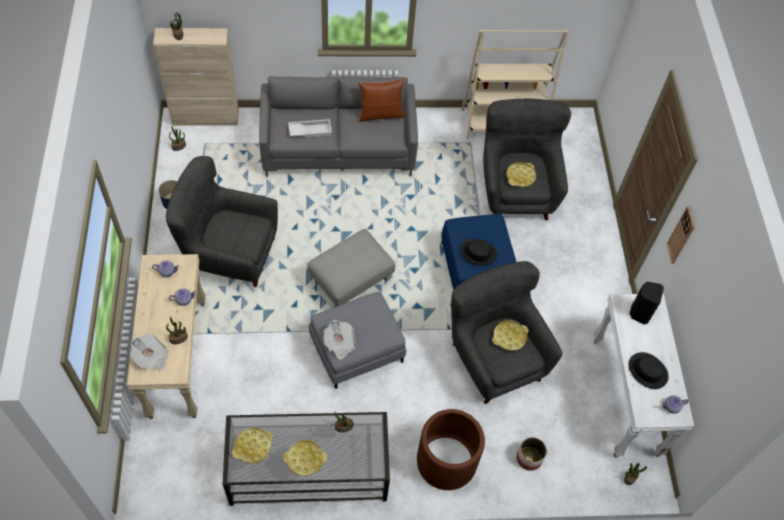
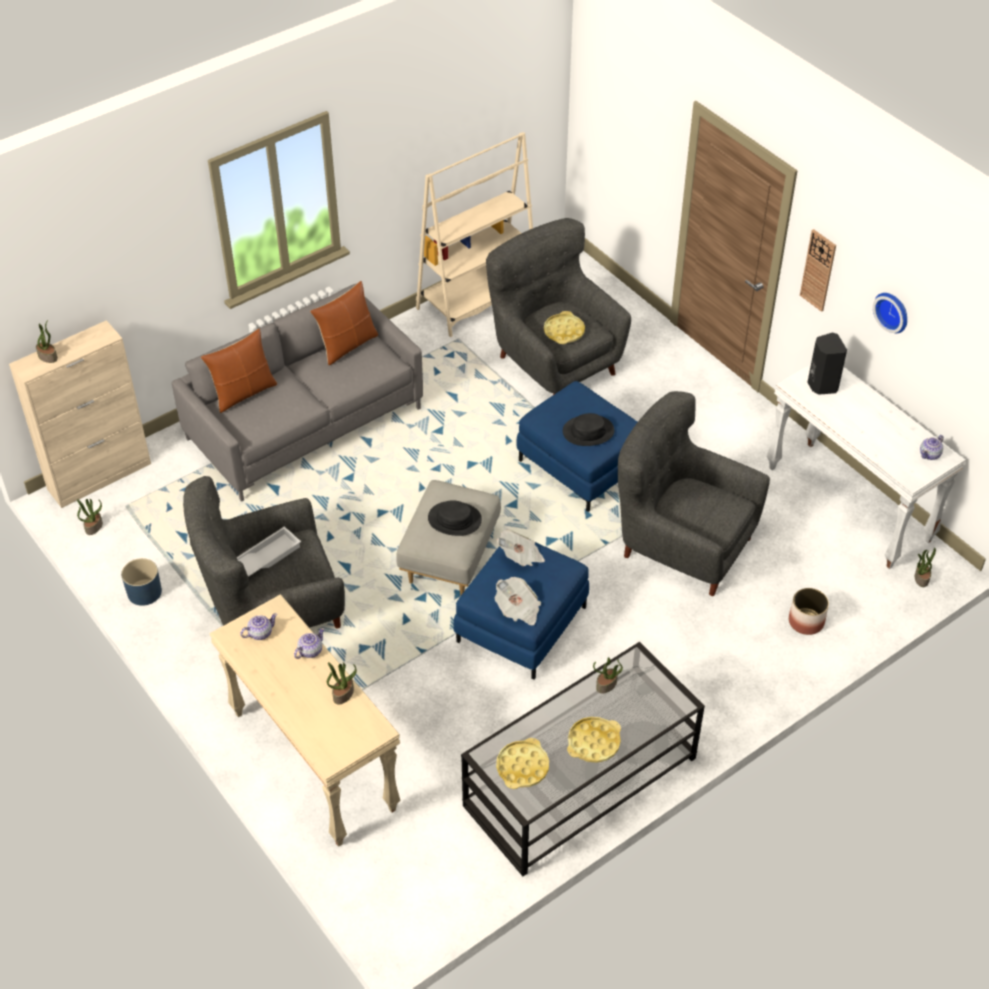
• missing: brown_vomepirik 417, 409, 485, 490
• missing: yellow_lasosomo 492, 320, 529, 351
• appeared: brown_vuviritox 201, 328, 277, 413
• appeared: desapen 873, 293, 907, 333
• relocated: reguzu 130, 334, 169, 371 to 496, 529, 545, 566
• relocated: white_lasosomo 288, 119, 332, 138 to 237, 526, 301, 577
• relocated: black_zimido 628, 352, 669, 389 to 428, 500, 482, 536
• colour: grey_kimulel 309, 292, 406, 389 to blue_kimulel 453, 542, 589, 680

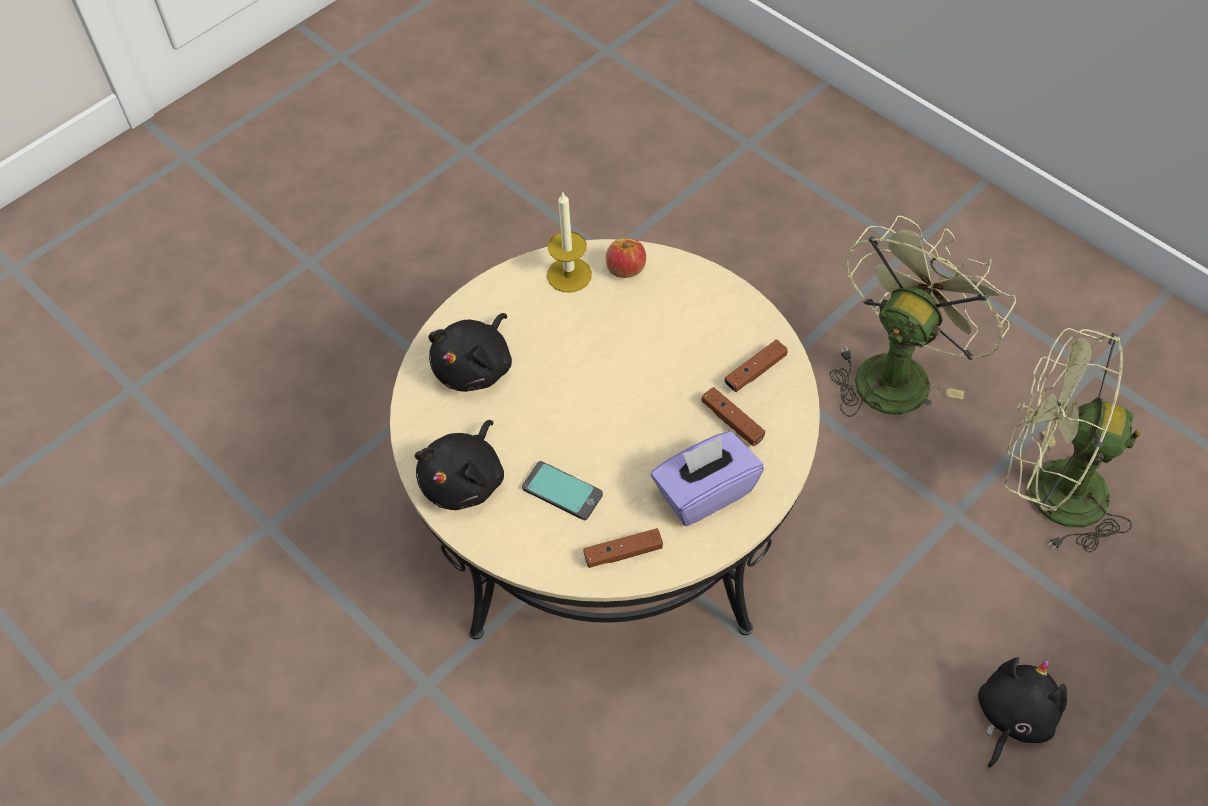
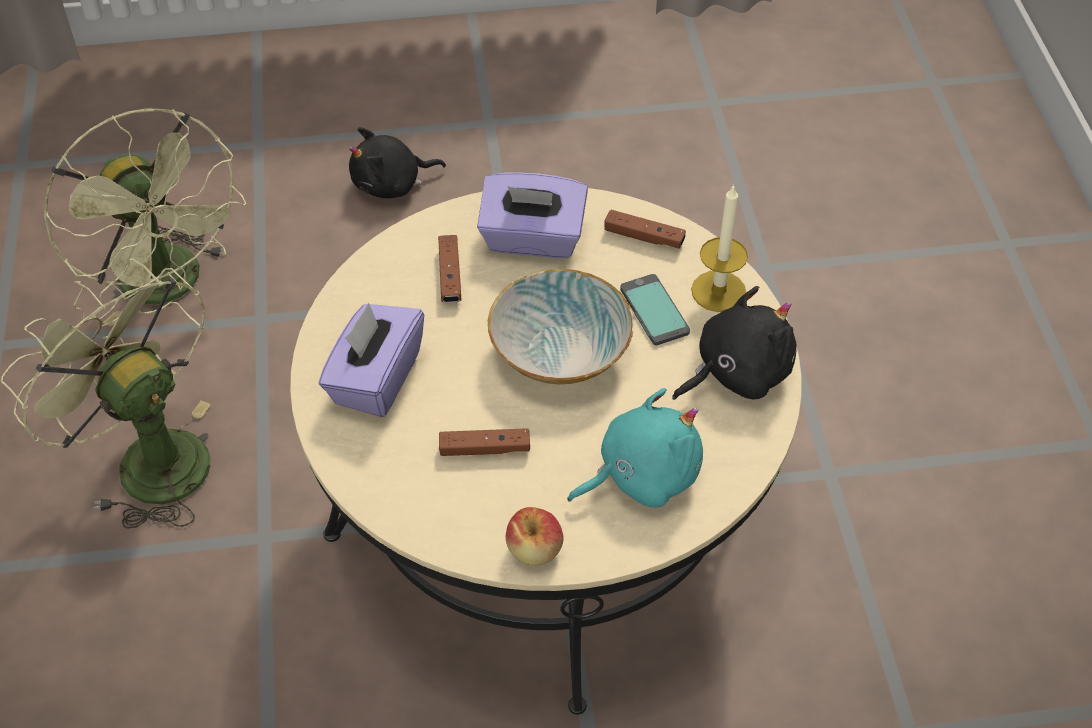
• appeared: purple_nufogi 319, 303, 424, 417
• appeared: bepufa 488, 269, 634, 384
• relocated: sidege 547, 193, 592, 293 to 691, 184, 748, 312
• relocated: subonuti 606, 238, 646, 278 to 506, 507, 564, 566
• relocated: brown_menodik 724, 340, 788, 392 to 439, 428, 530, 456
• colour: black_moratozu 429, 313, 512, 392 to turquoise_moratozu 568, 388, 703, 508
• spun: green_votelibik 829, 216, 1016, 417 = 1, 258, 211, 529 60 degrees clockwise

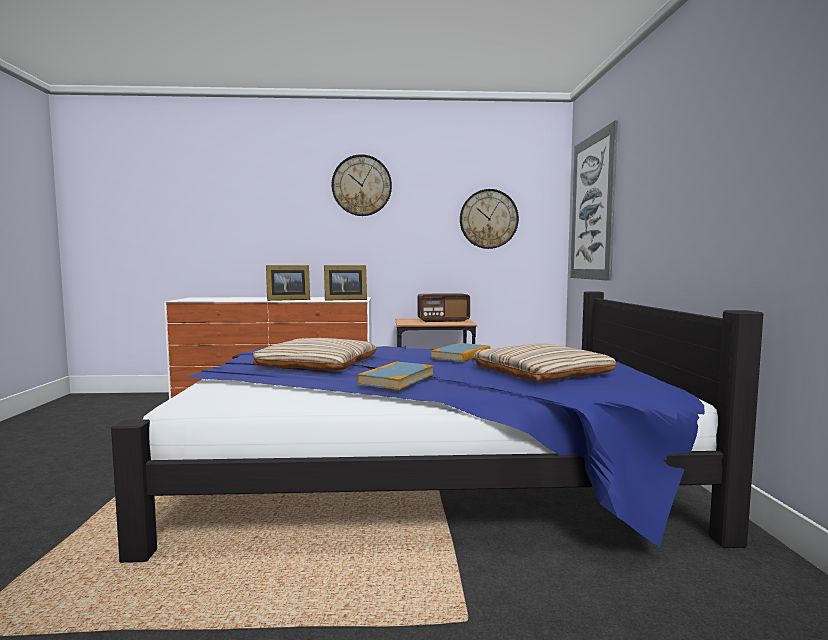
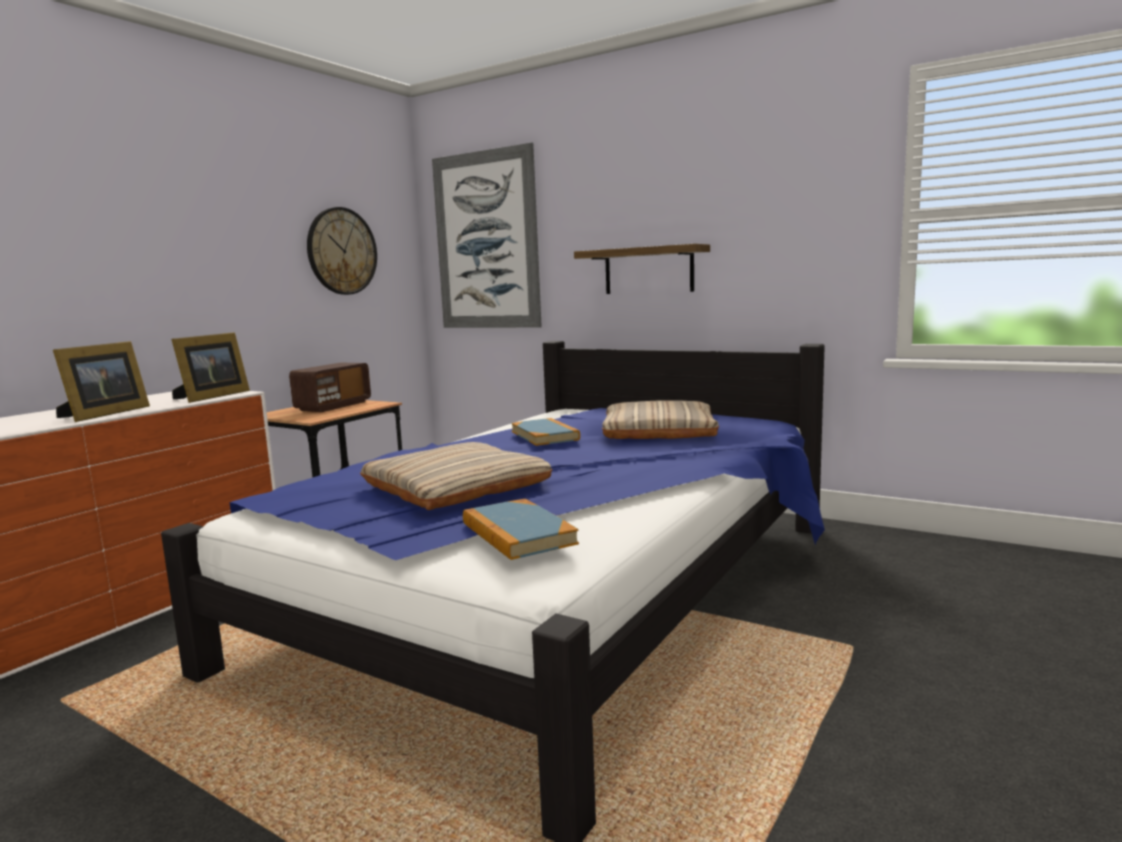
• missing: desapen 332, 154, 392, 216
• appeared: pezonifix 574, 244, 710, 294
• relocated: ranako 357, 362, 434, 390 to 463, 499, 579, 560

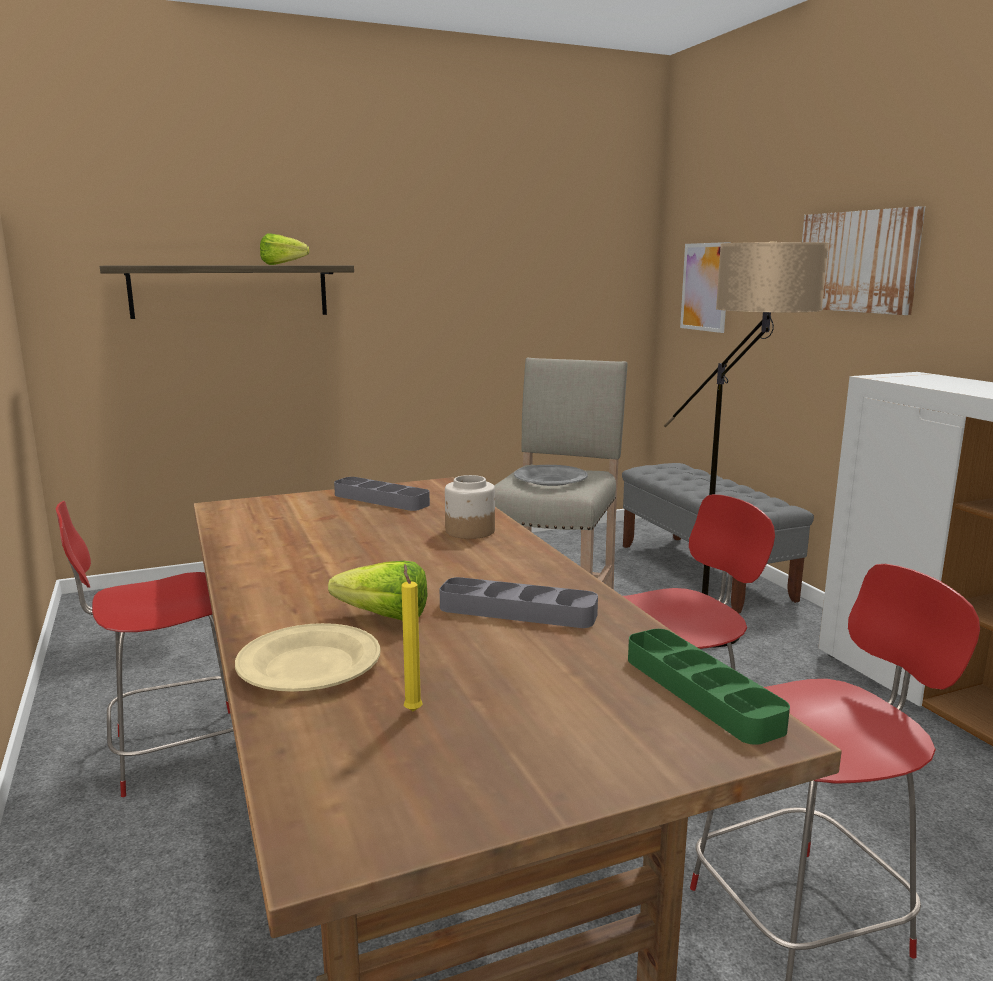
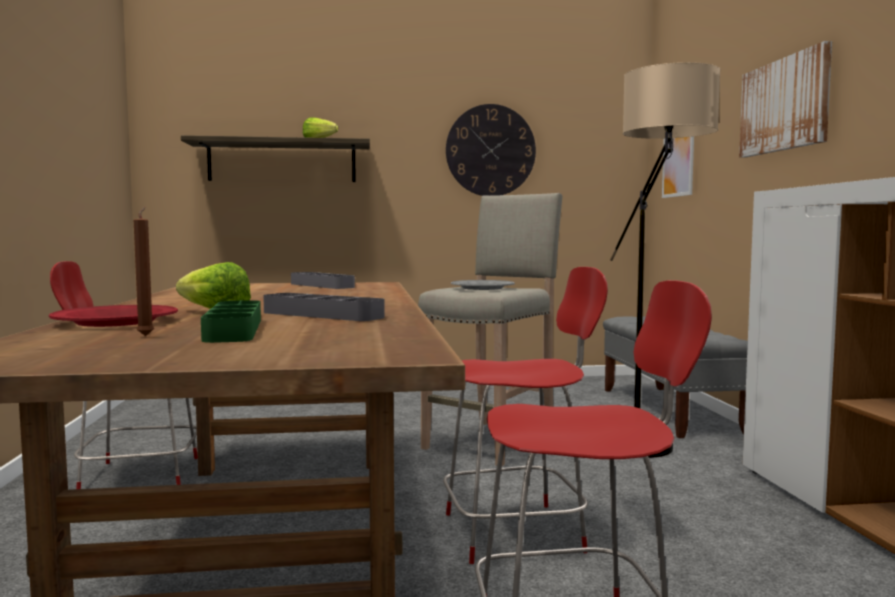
• missing: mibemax 445, 475, 495, 539
• appeared: desapen 446, 104, 536, 196
• relocated: green_lasosomo 628, 629, 790, 745 to 201, 300, 261, 343
• colour: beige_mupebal 235, 623, 381, 692 to red_mupebal 49, 305, 178, 327
• colour: yellow_sidege 401, 564, 422, 712 to brown_sidege 134, 207, 154, 336

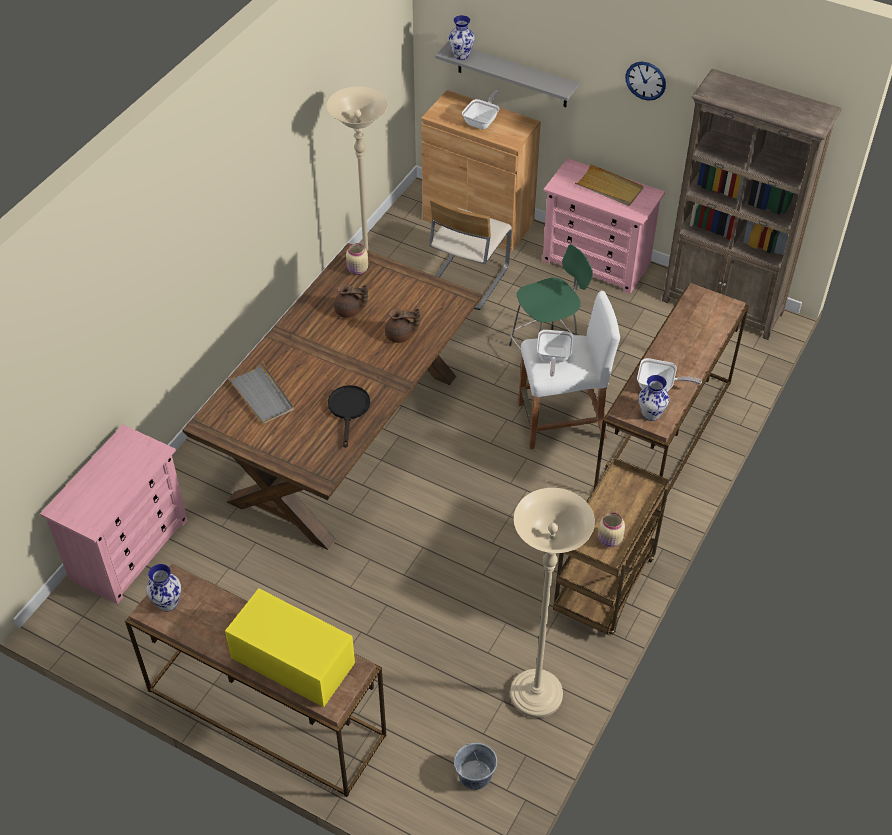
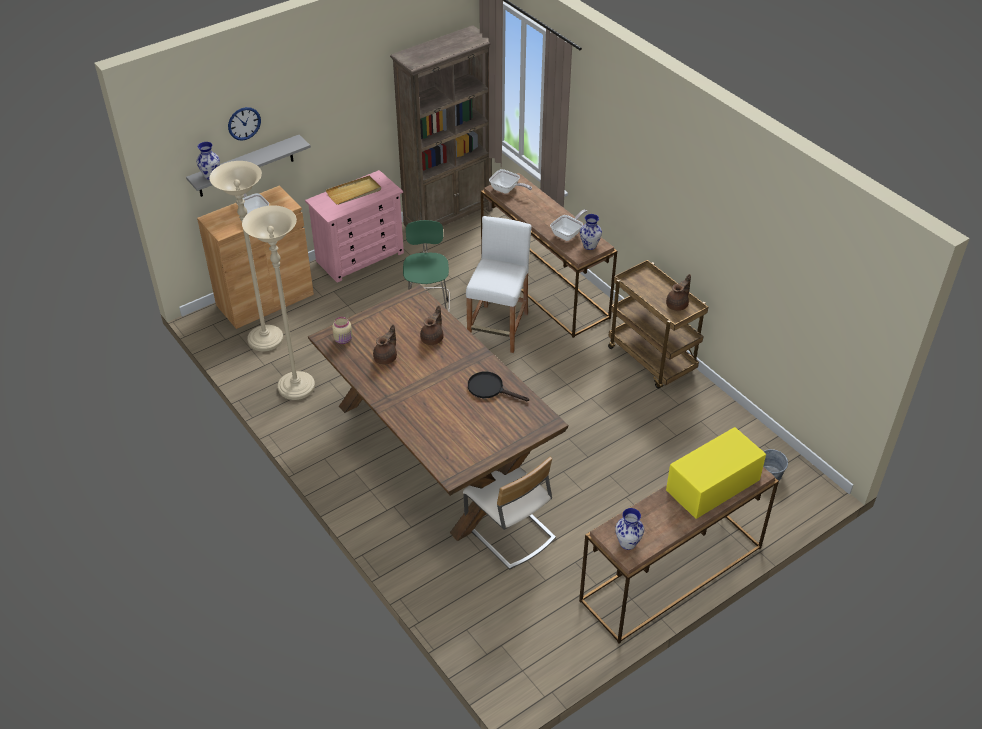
• missing: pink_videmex 40, 425, 188, 604
• missing: grey_lasosomo 227, 362, 294, 424
• relocated: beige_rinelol 429, 198, 512, 310 to 463, 457, 556, 569
• relocated: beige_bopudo 510, 488, 595, 718 to 209, 161, 283, 352
• relocated: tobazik 537, 330, 573, 377 to 489, 169, 532, 194
• relocated: desapen 625, 62, 666, 101 to 228, 107, 261, 141
• exchanged: beige_mibemax 598, 512, 625, 547 to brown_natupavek 666, 274, 691, 311

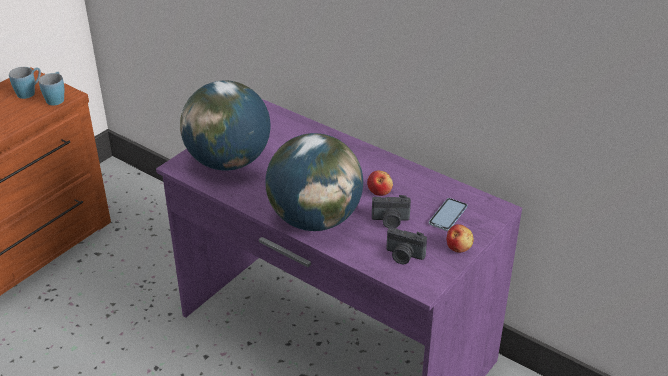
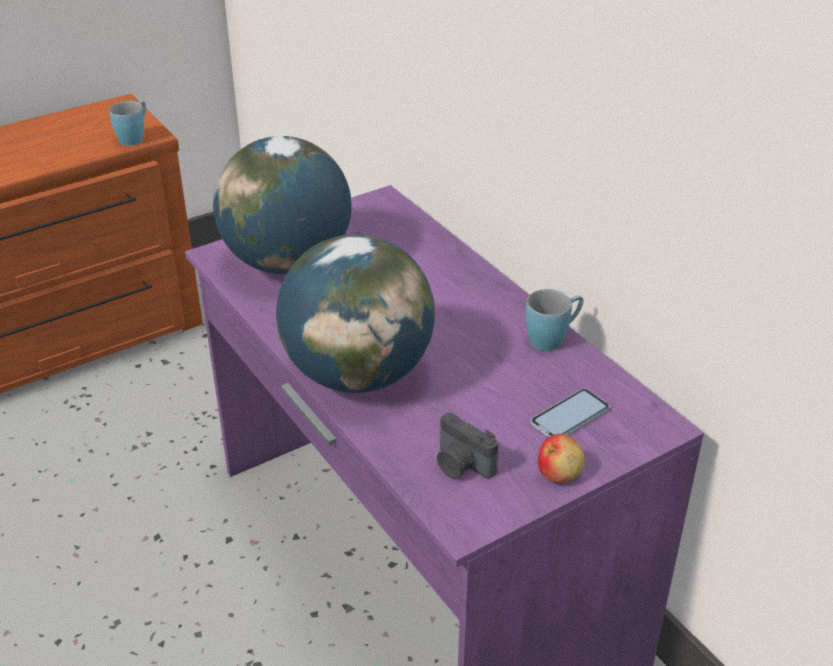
• missing: subonuti 367, 171, 393, 196
• missing: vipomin 372, 195, 411, 228
• relocated: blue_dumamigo 9, 67, 41, 99 to 526, 289, 584, 351

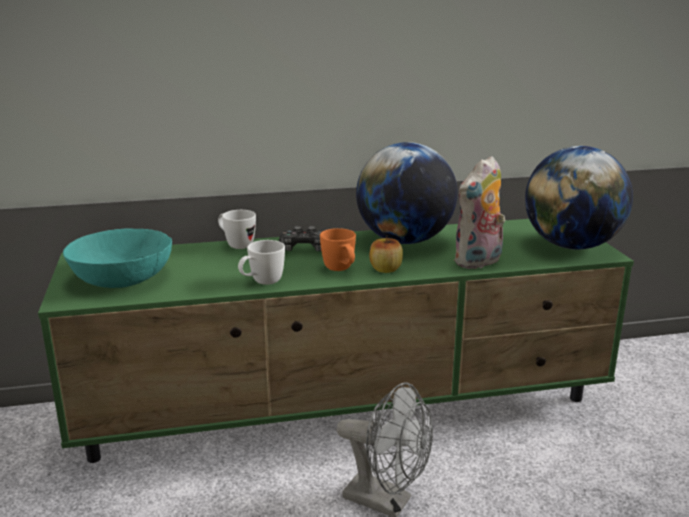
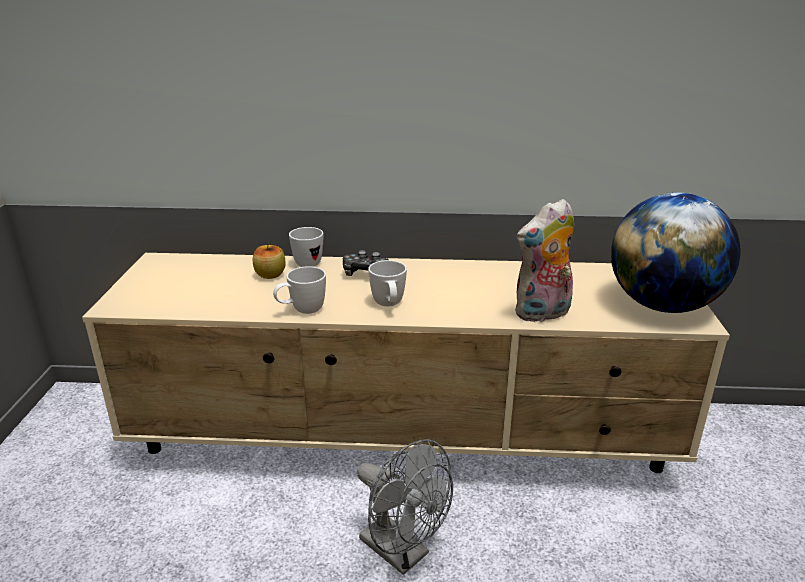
• missing: turquoise_bepufa 63, 228, 172, 288
• missing: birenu 356, 142, 458, 244
• relocated: subonuti 370, 236, 403, 273 to 253, 242, 286, 279
• colour: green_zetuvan 38, 219, 634, 463 to beige_zetuvan 82, 253, 730, 473
• colour: orange_dumamigo 320, 228, 356, 271 to white_dumamigo 368, 260, 407, 306

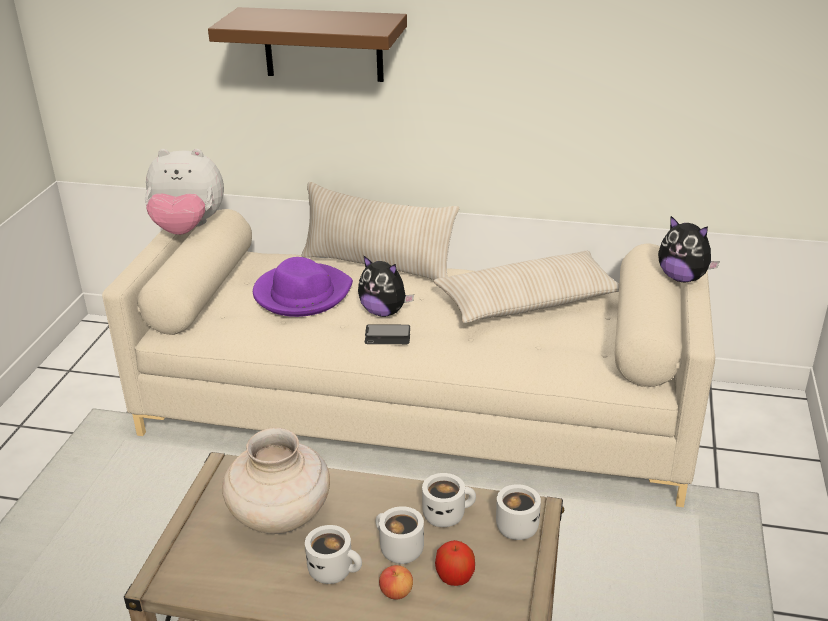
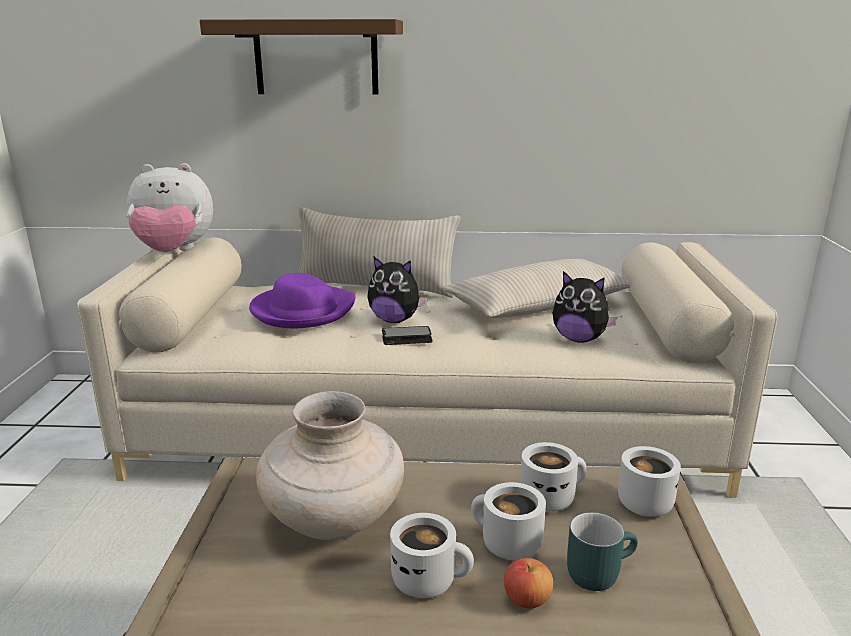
• relocated: moratozu 658, 216, 720, 282 to 553, 271, 617, 343
• exchanged: subonuti 435, 540, 475, 586 to turquoise_dumamigo 567, 512, 638, 591

